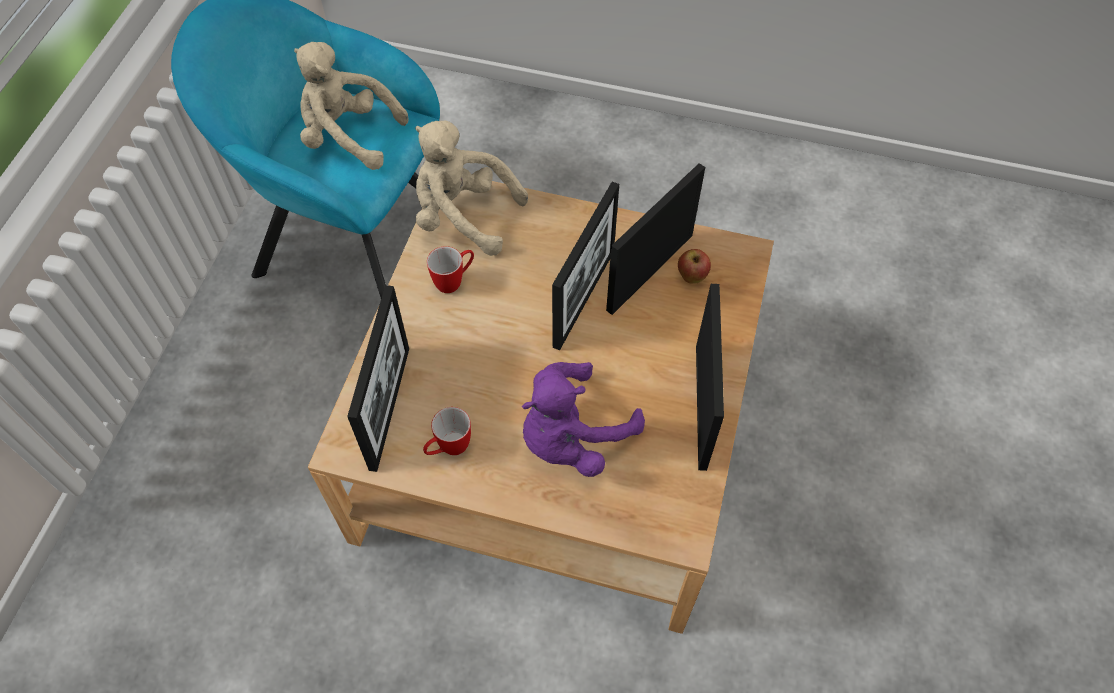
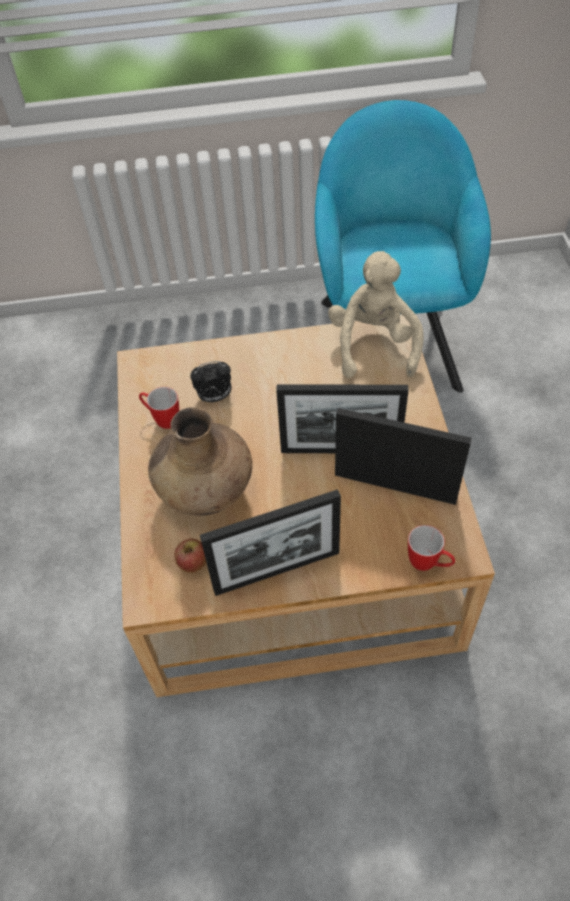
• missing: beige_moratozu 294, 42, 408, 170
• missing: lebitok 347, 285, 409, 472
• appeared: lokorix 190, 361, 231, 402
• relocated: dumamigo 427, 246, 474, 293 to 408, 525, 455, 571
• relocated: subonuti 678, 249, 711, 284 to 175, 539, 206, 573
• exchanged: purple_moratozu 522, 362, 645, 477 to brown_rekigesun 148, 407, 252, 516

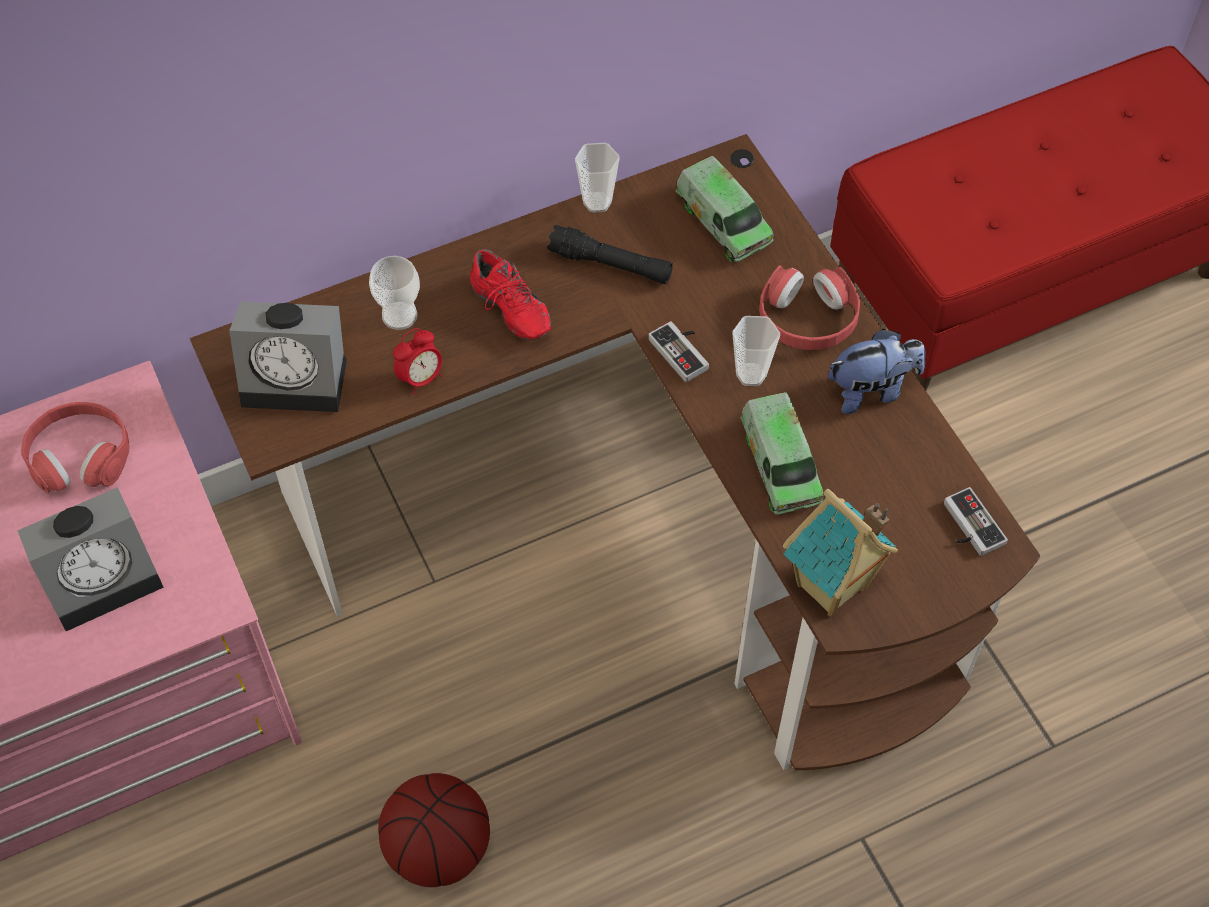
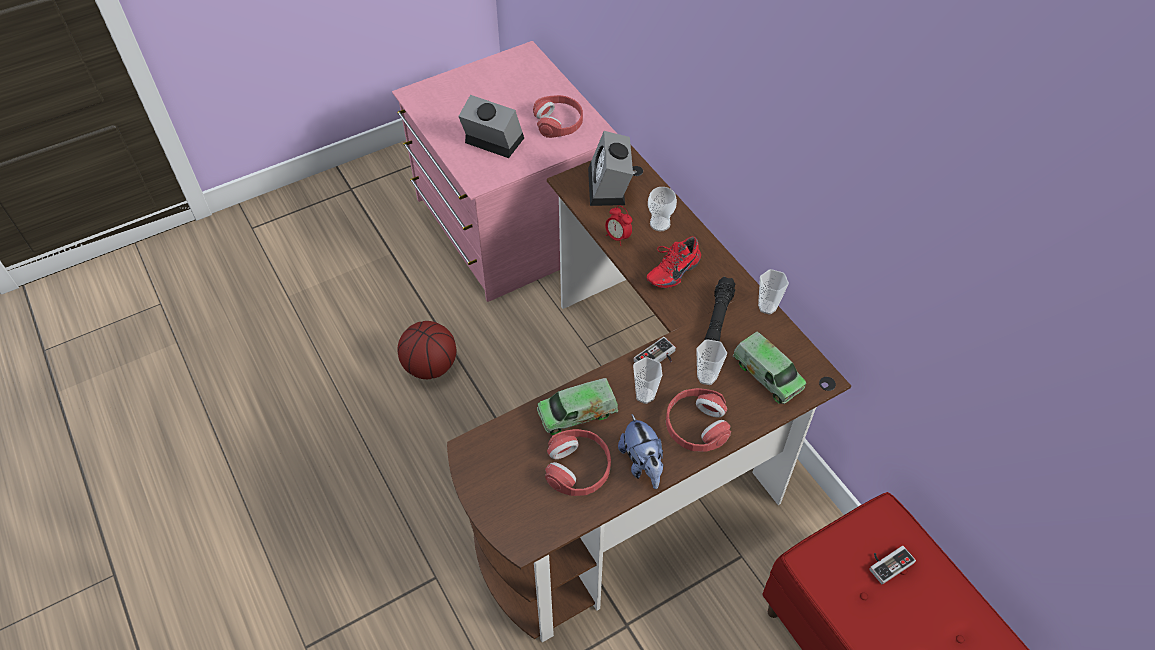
• missing: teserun 783, 489, 898, 617
• appeared: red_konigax 545, 429, 611, 496
• appeared: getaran 696, 339, 727, 385
• relocated: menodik 944, 487, 1008, 556 to 869, 546, 916, 584
• spun: lokorix 17, 487, 164, 631 = 458, 95, 524, 158 150 degrees clockwise
• spun: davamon 676, 156, 774, 262 = 733, 332, 806, 404 90 degrees counterclockwise

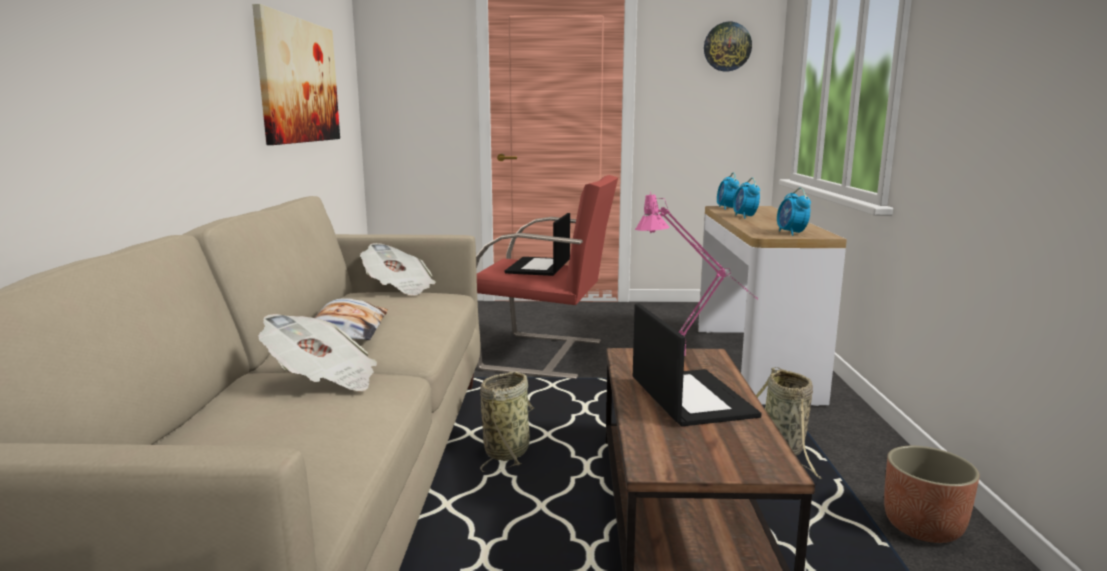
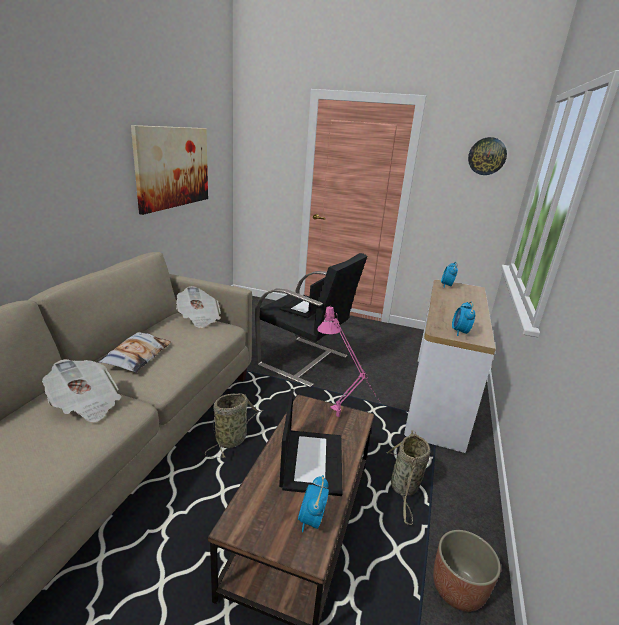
• relocated: lokorix 733, 178, 760, 219 to 298, 475, 329, 532
• colour: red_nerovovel 476, 175, 618, 379 to black_nerovovel 255, 253, 368, 387

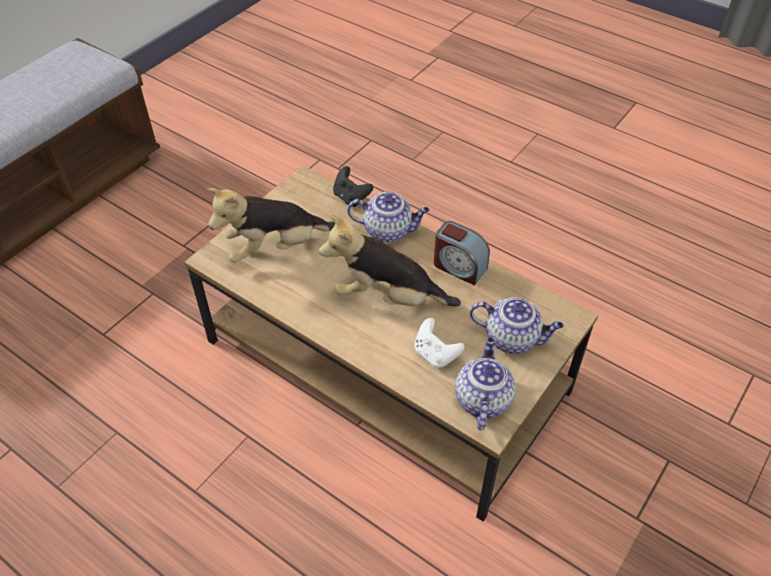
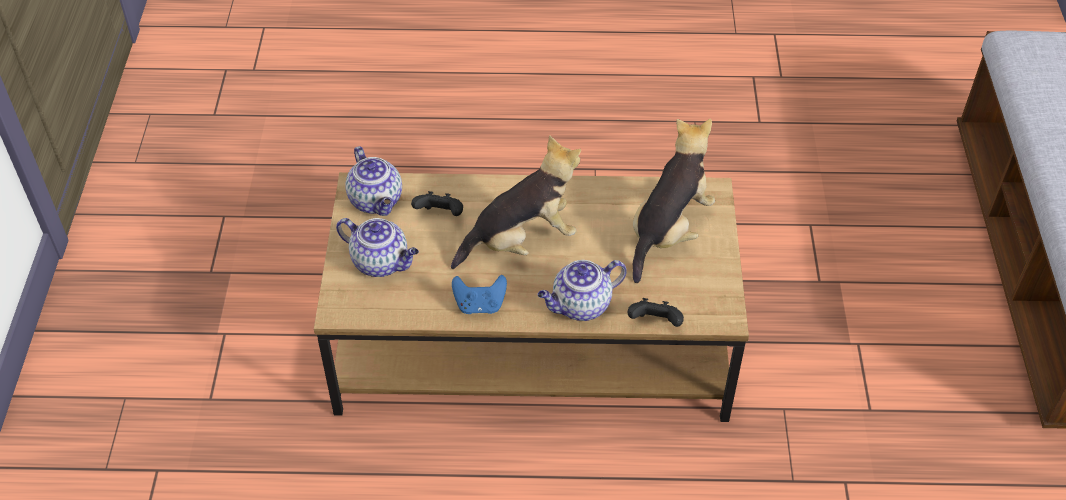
• exchanged: lokorix 434, 221, 490, 285 to blue_menodik 452, 275, 507, 314
• colour: white_menodik 415, 318, 465, 368 to black_menodik 411, 191, 463, 216
• spun: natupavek 470, 297, 564, 354 = 336, 218, 419, 277 135 degrees counterclockwise

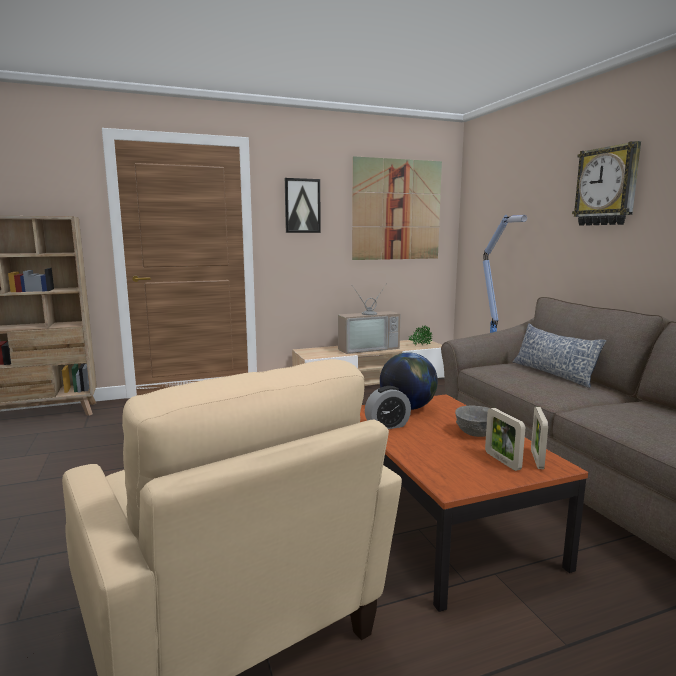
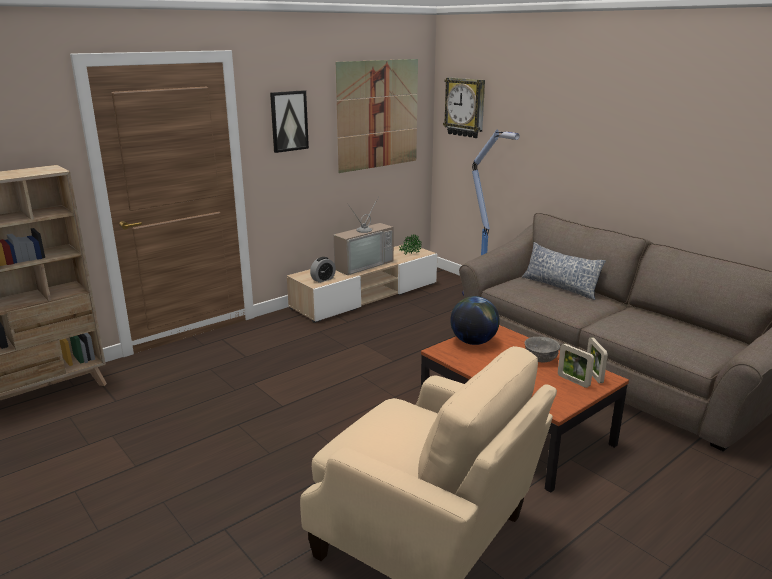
• relocated: lokorix 365, 386, 411, 429 to 310, 257, 336, 283
• relocated: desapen 572, 141, 641, 226 to 443, 77, 485, 138

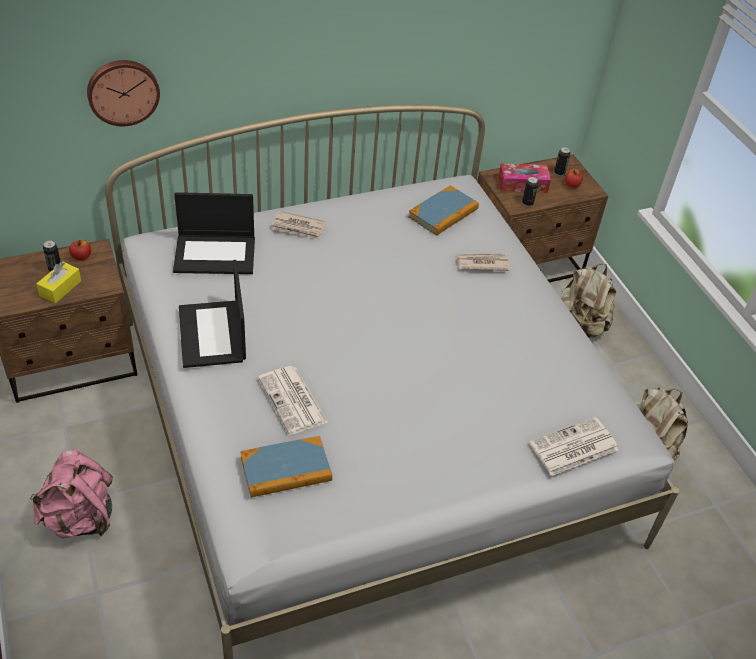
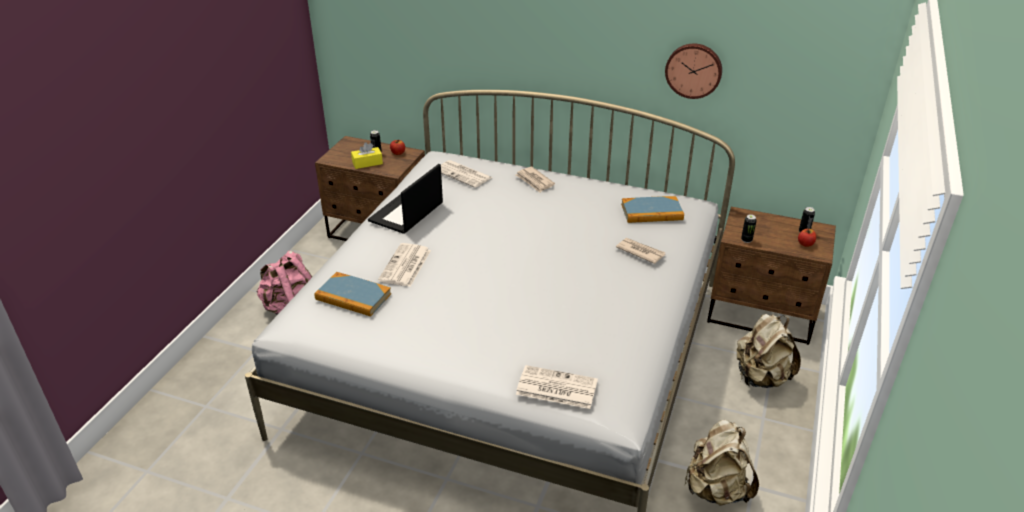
• missing: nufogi 498, 163, 551, 193
• relocated: desapen 87, 60, 160, 127 to 665, 44, 722, 99
• exchanged: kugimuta 173, 192, 255, 274 to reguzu 441, 160, 492, 188

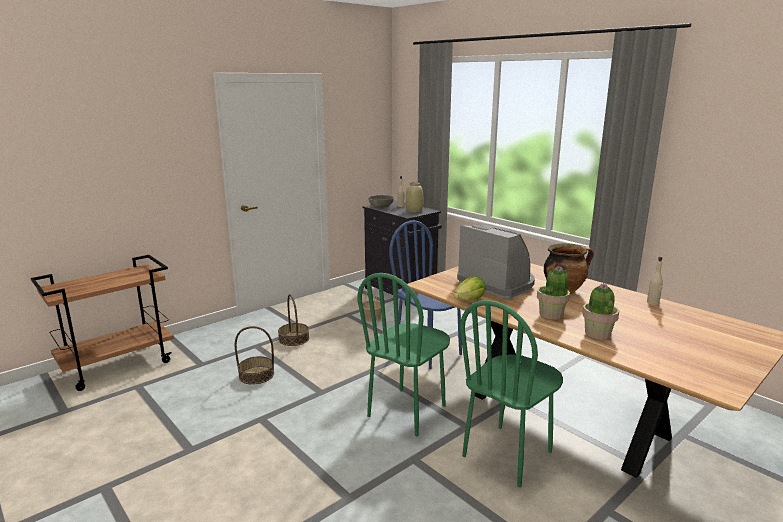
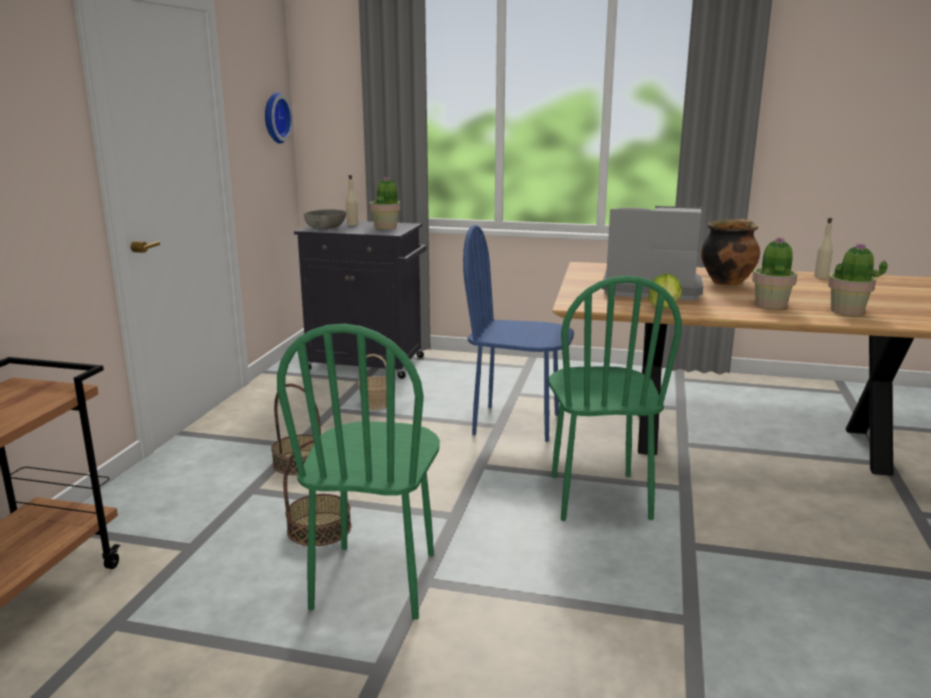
• appeared: desapen 265, 92, 293, 144
• relocated: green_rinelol 460, 300, 563, 487 to 277, 324, 440, 620
• exchanged: beige_rekigesun 405, 182, 423, 212 to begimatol 370, 177, 400, 229

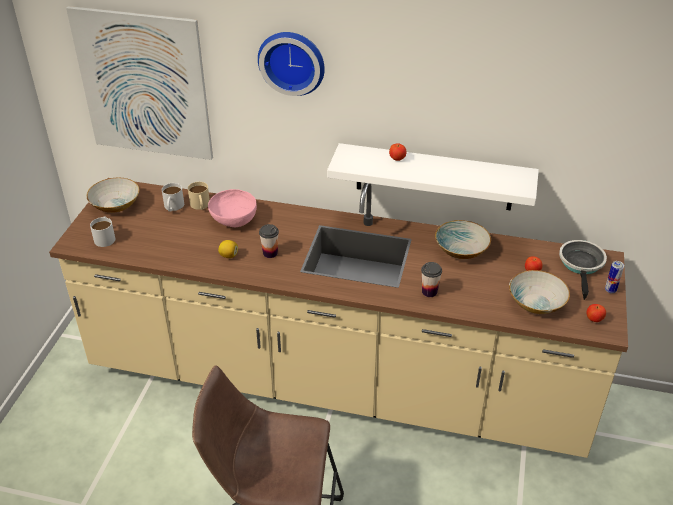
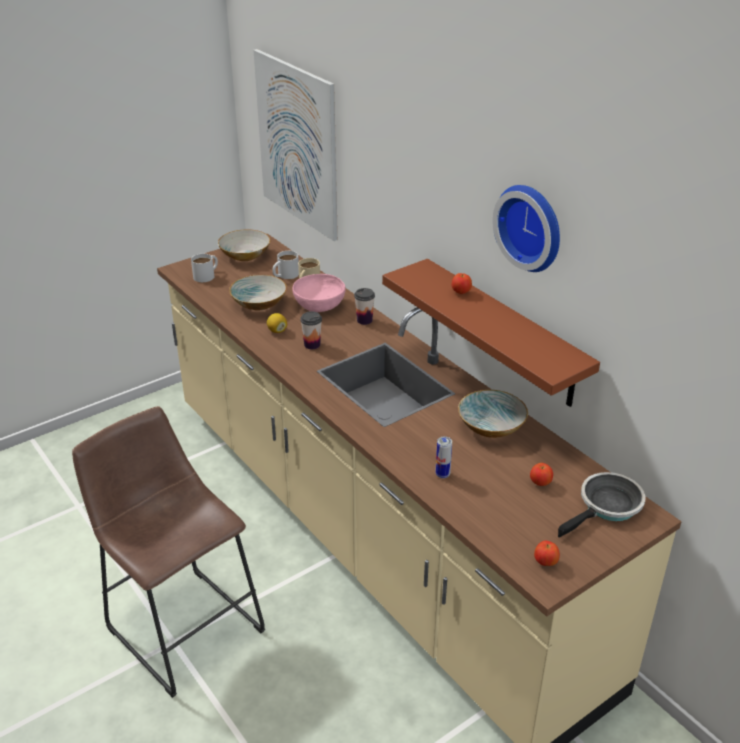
• relocated: desapen 258, 32, 325, 96 to 493, 185, 560, 272
• relocated: getaran 421, 262, 442, 297 to 354, 288, 375, 325
• relocated: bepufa 509, 270, 570, 314 to 229, 275, 287, 311
• relocated: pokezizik 605, 261, 624, 293 to 435, 437, 452, 478
• colour: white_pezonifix 327, 143, 539, 211 to brown_pezonifix 382, 259, 600, 407

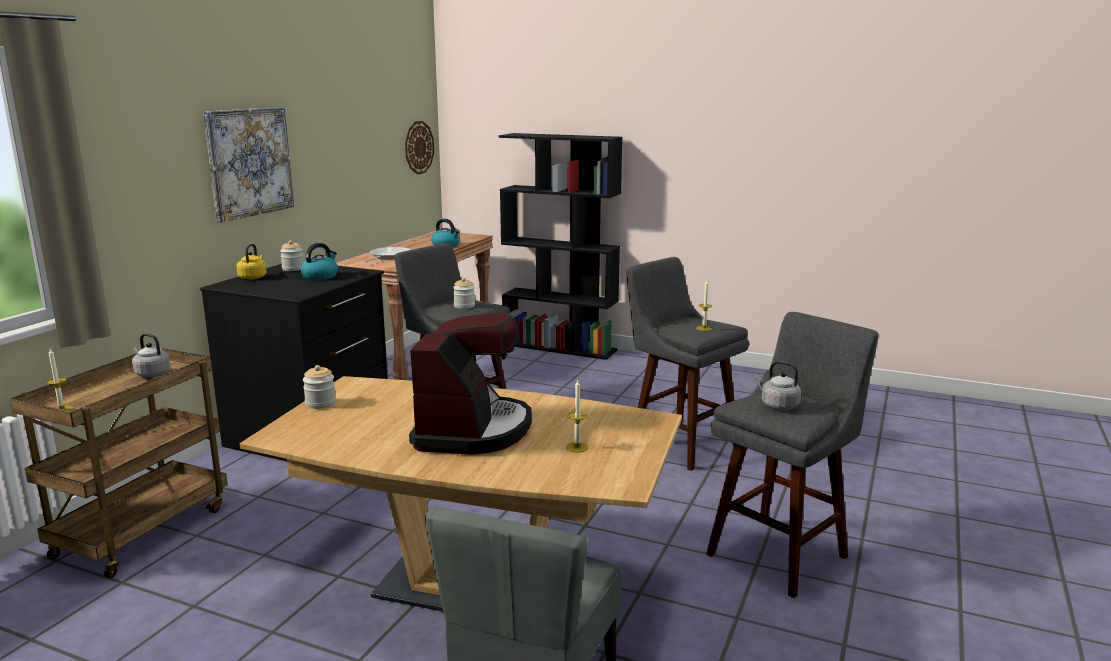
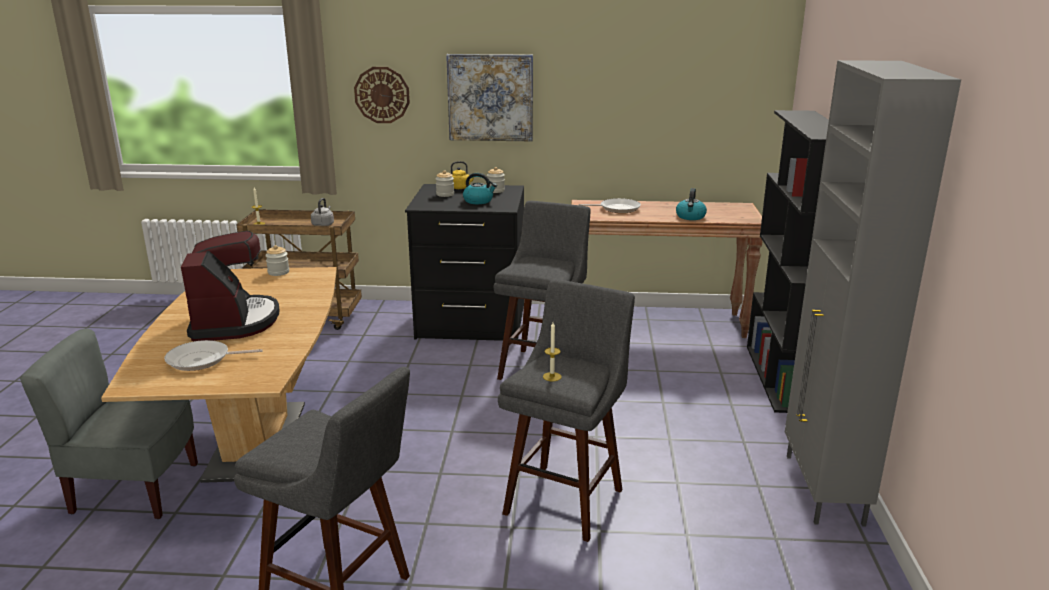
• missing: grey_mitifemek 755, 361, 801, 410
• appeared: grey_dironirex 785, 60, 961, 527
• relocated: desapen 405, 121, 434, 174 to 354, 67, 410, 123
• relocated: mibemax 453, 278, 475, 309 to 436, 170, 454, 197
• exchanged: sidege 566, 380, 588, 453 to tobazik 164, 340, 263, 371
• spun: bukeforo 409, 312, 532, 455 = 181, 231, 280, 341 90 degrees counterclockwise

